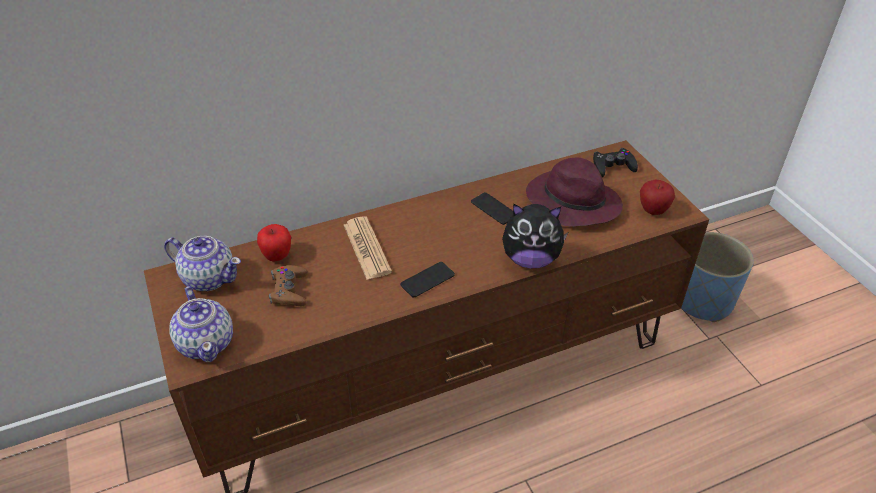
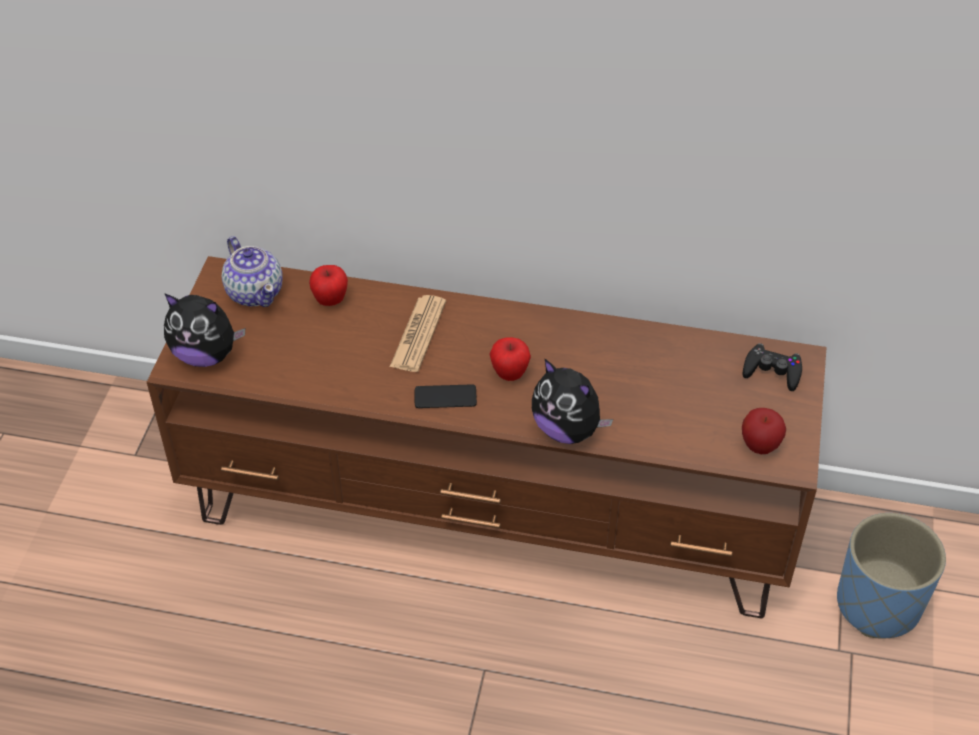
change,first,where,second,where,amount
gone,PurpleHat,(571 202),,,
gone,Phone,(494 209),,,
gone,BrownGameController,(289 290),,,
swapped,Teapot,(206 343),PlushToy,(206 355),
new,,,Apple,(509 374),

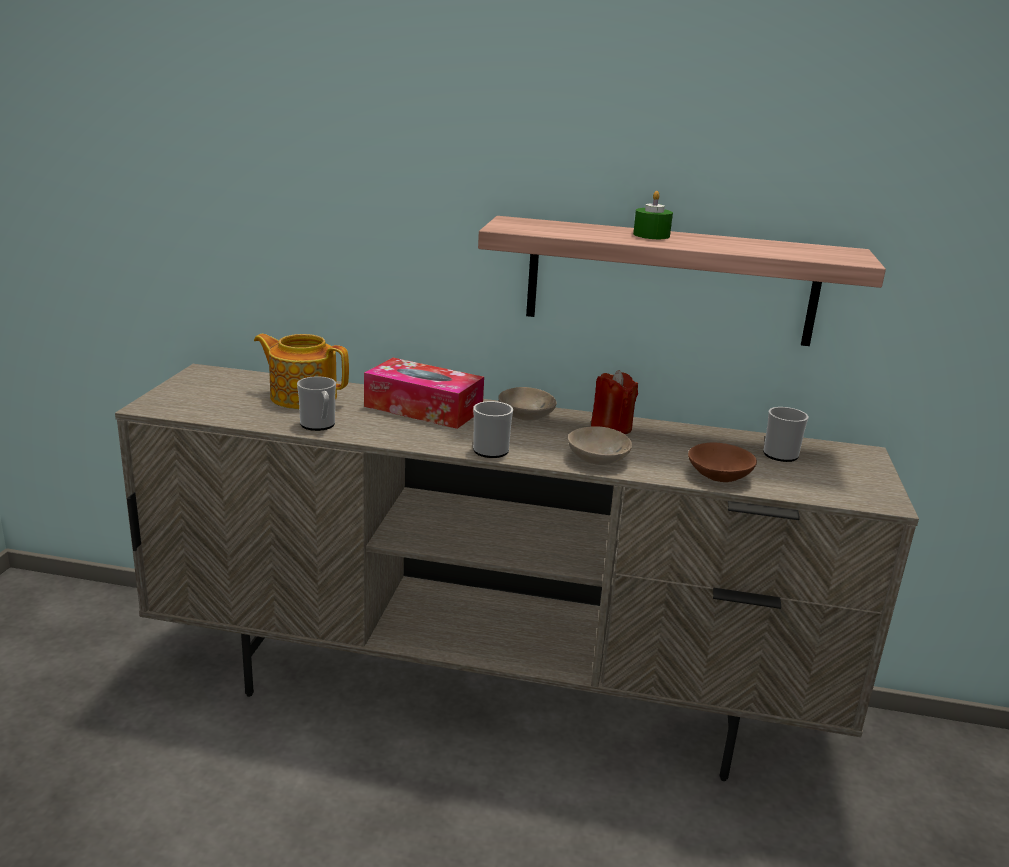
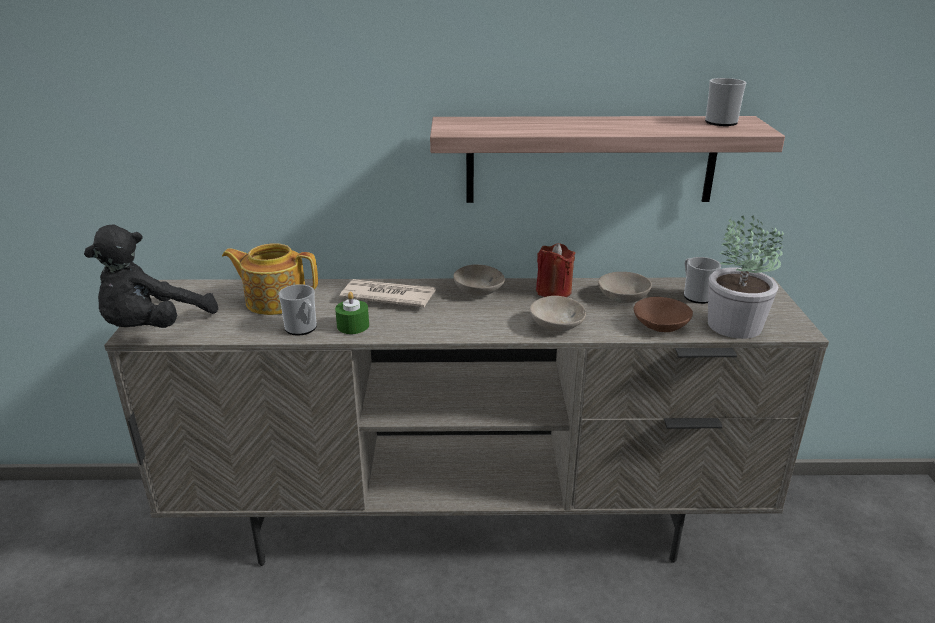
change,first,where,second,where,amount
shifted,GreenCandle,(651 235),,(353 326),
swapped,TissueBox,(423 408),Newspaper,(387 296),
shifted,Mug,(492 449),,(720 121),
new,,,PottedPlant,(734 326),
new,,,BlackPlushToy,(154 328),
new,,,BeigeBowl,(625 297),

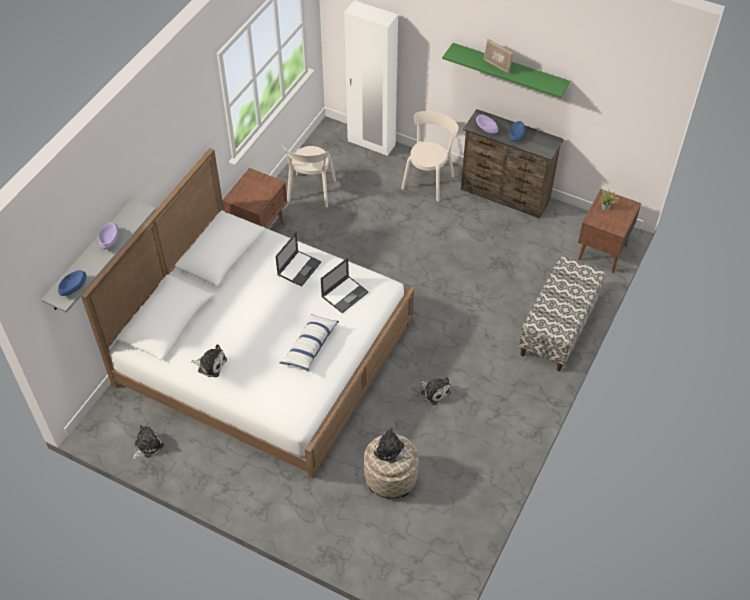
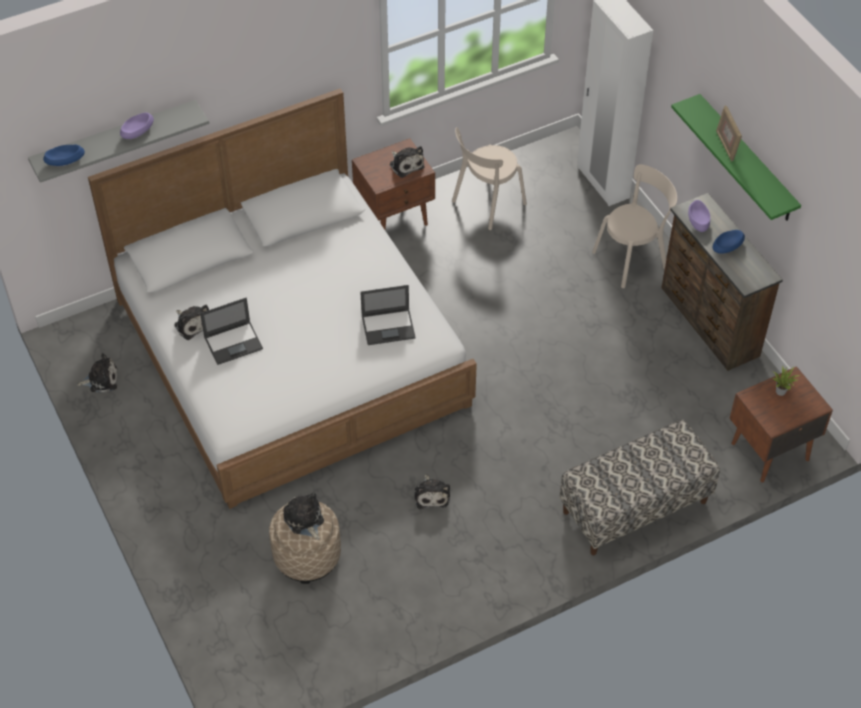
change,first,where,second,where,amount
shifted,Laptop,(299 268),,(234 342),
gone,Pillow,(310 346),,,
new,,,PlushToy,(406 164),

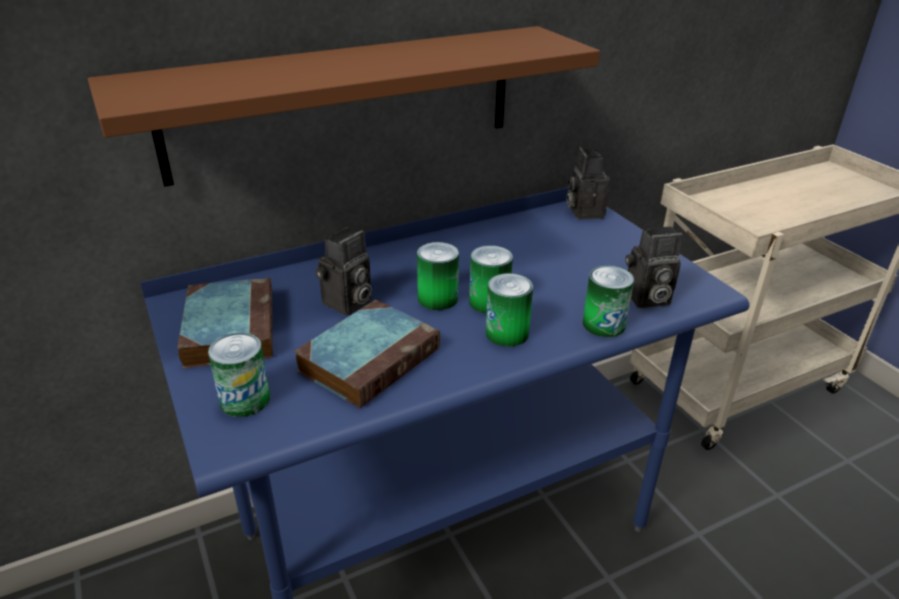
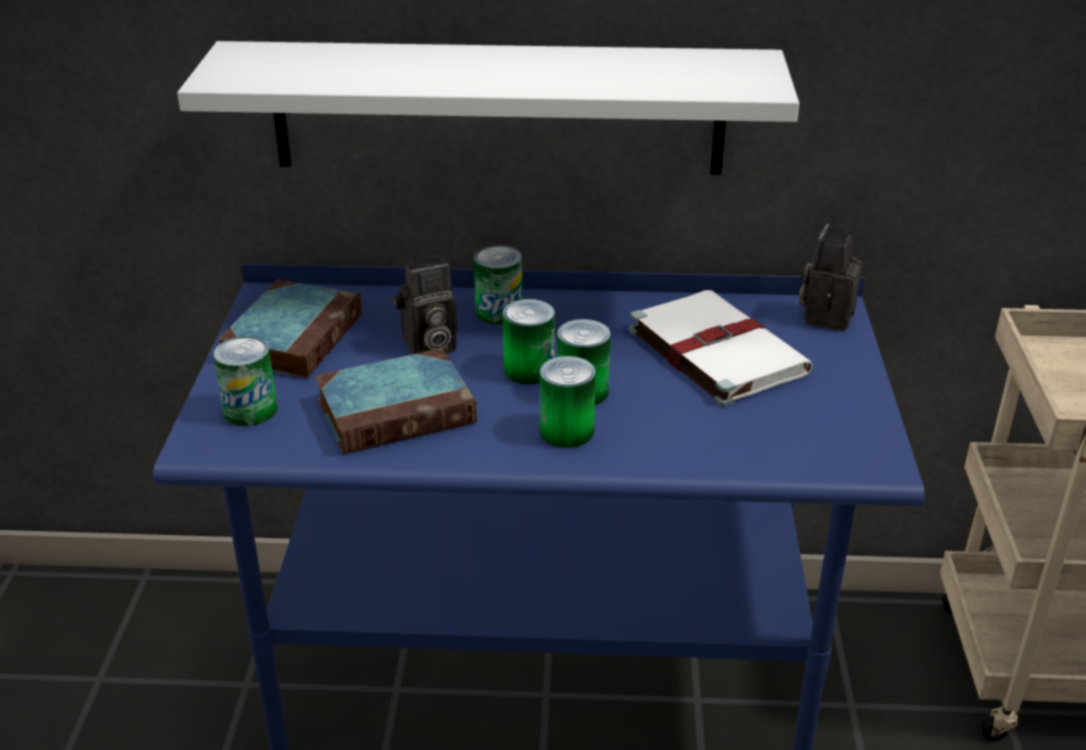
change,first,where,second,where,amount
repainted,BrownShelf,(345 102),WhiteShelf,(498 108),
gone,PhotoCamera,(646 299),,,
shifted,Can,(603 324),,(499 312),
new,,,WhiteBook,(714 350),

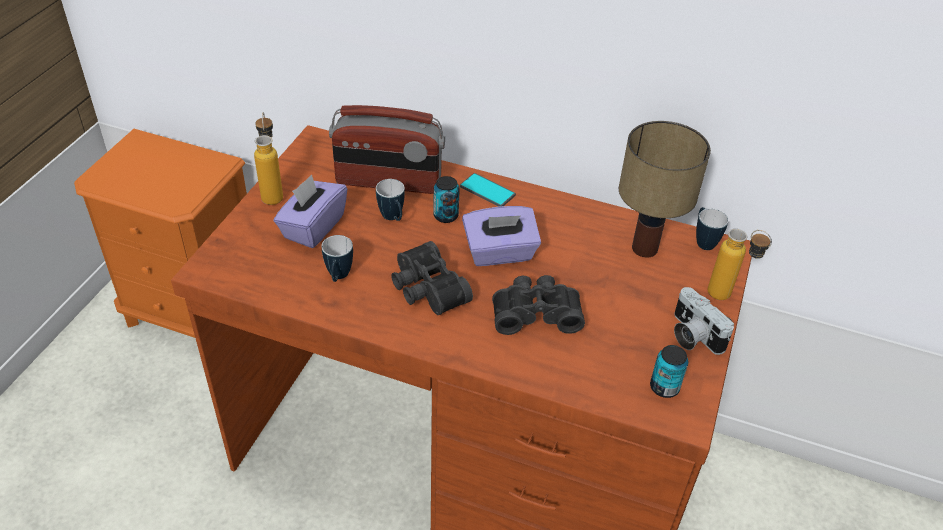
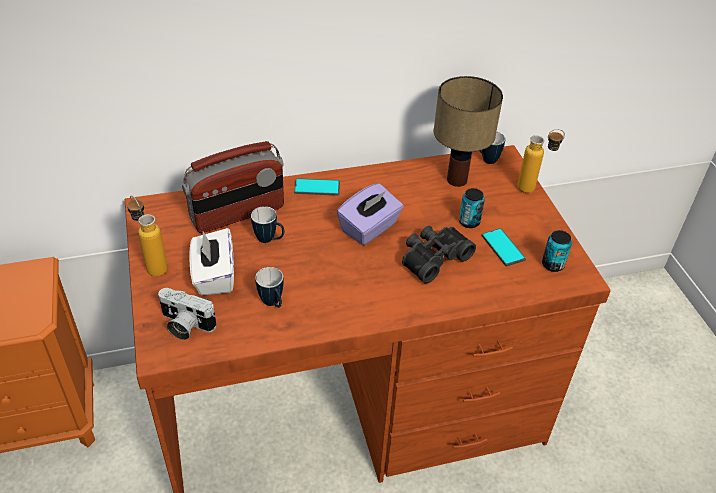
change,first,where,second,where,amount
repainted,PurpleTissueBox,(313 227),WhiteTissueBox,(214 276),
shifted,Can,(446 216),,(469 222),
gone,BlackBinoculars,(426 289),,,
shifted,PhotoCamera,(692 335),,(185 325),
new,,,Phone,(503 247),

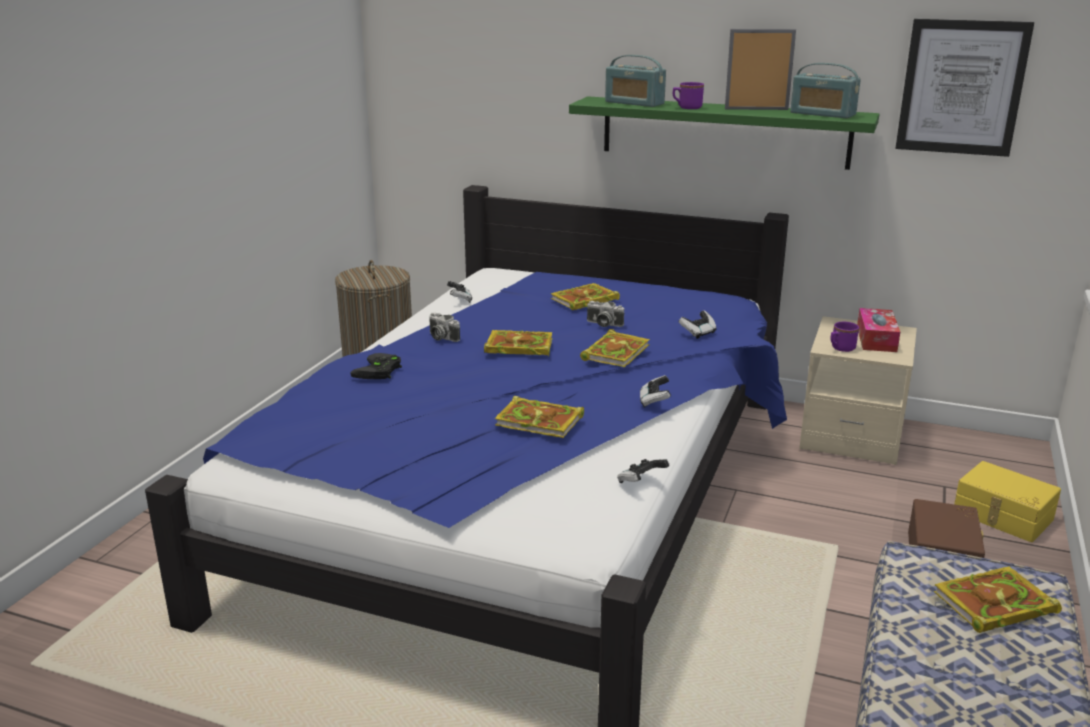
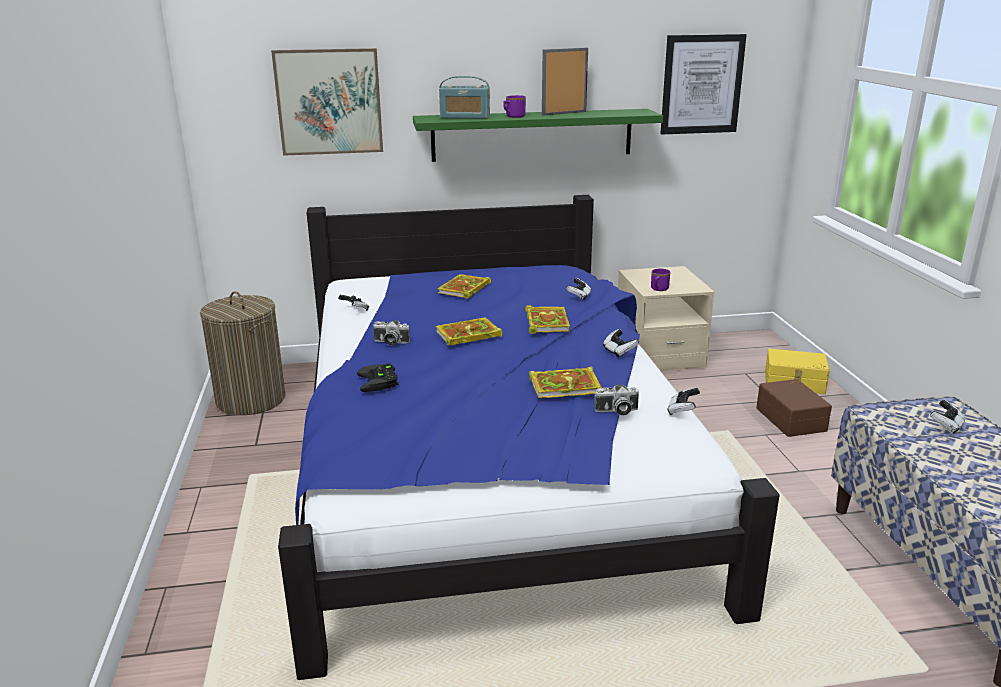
change,first,where,second,where,amount
gone,Radio,(822 114),,,
shifted,PhotoCamera,(603 324),,(616 411),
gone,TissueBox,(876 339),,,
swapped,Book,(993 606),GameController,(946 425),
new,,,Picture,(329 102),

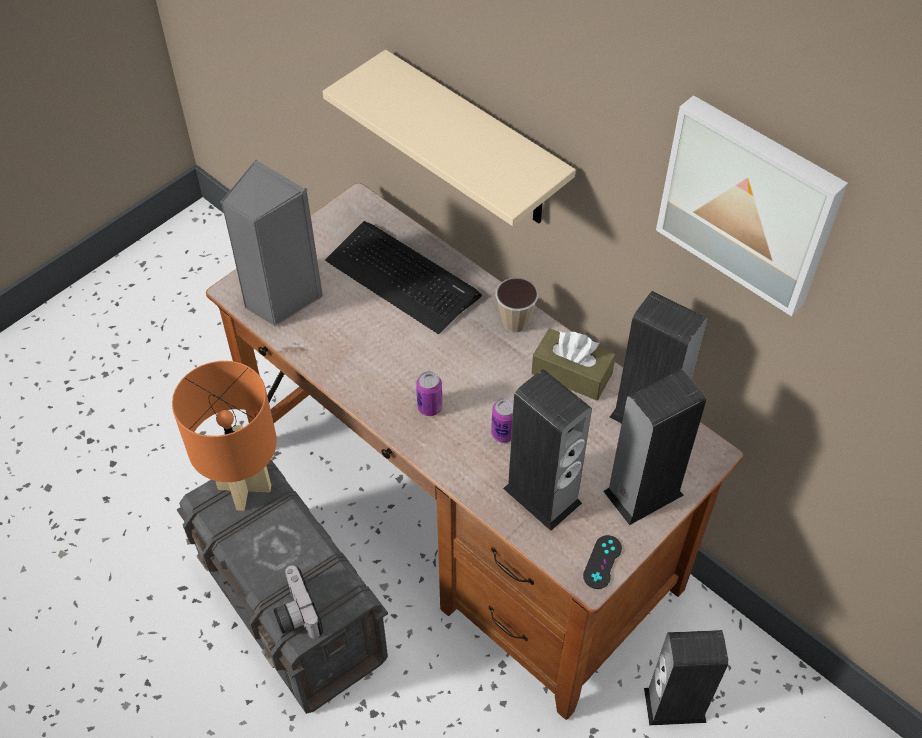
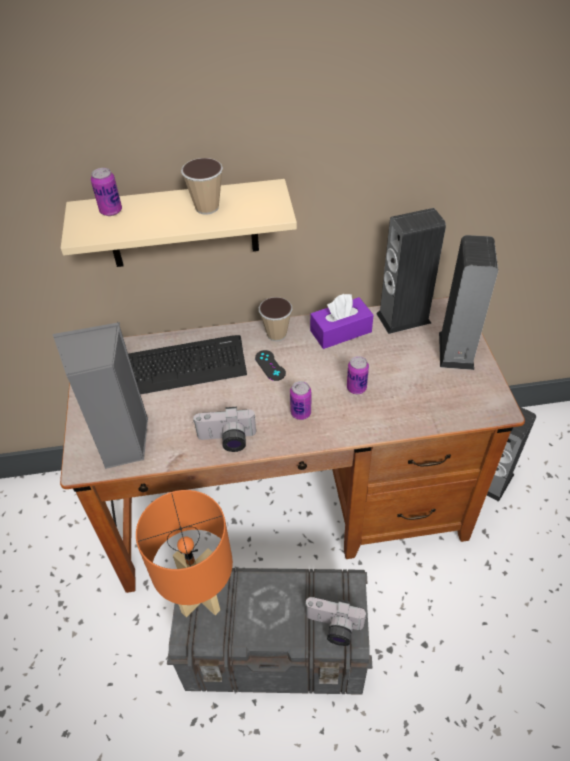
change,first,where,second,where,amount
gone,Picture,(750 202),,,
repainted,BrownTissueBox,(571 373),PurpleTissueBox,(341 331),
gone,Speaker,(542 495),,,
shifted,BlackGameController,(602 562),,(270 365),
new,,,Cup,(207 207),
new,,,Can,(111 211),
new,,,PhotoCamera,(227 440),

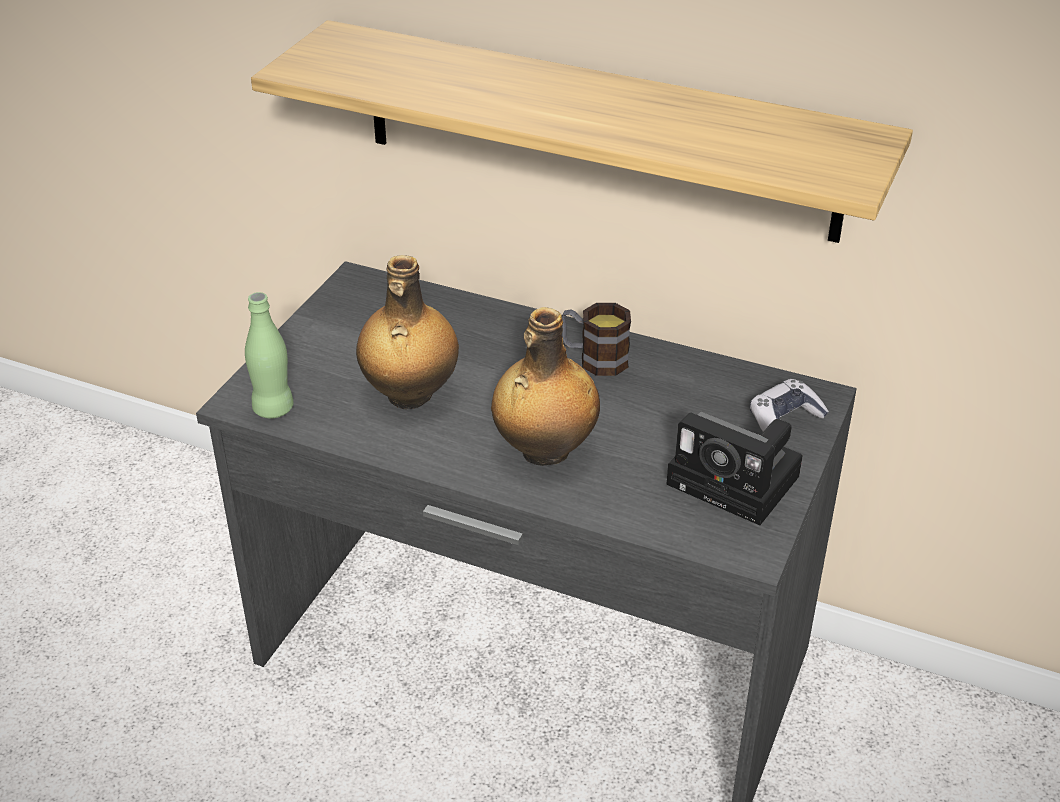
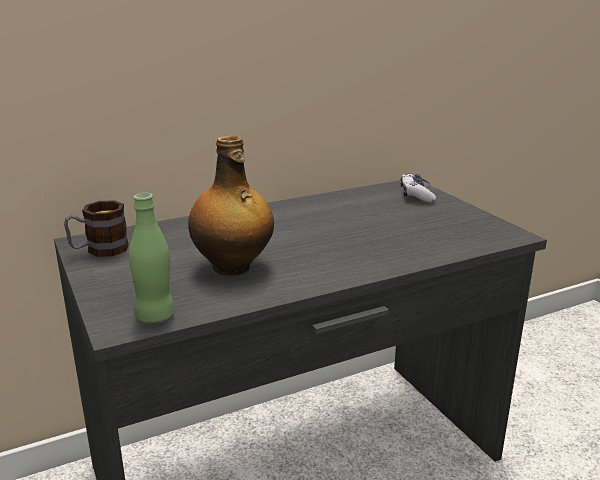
change,first,where,second,where,amount
gone,Shelf,(597 131),,,
shifted,Mug,(594 359),,(99 250),
gone,Bottle,(544 451),,,
gone,PhotoCamera,(738 482),,,

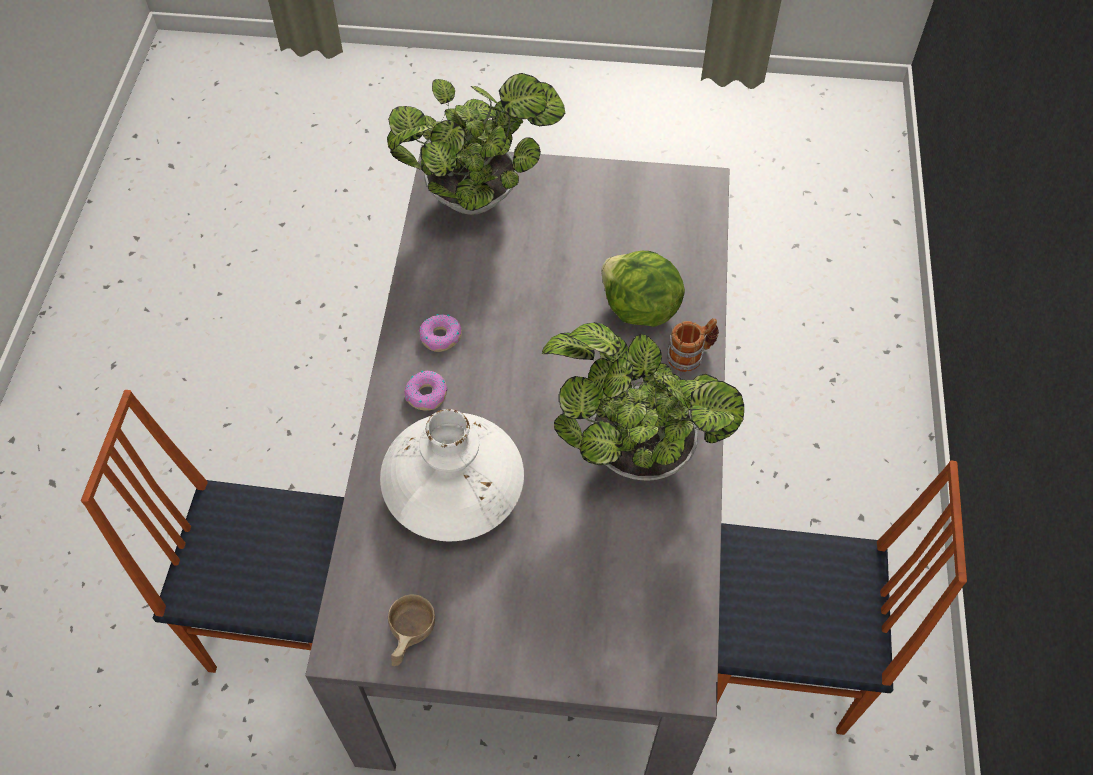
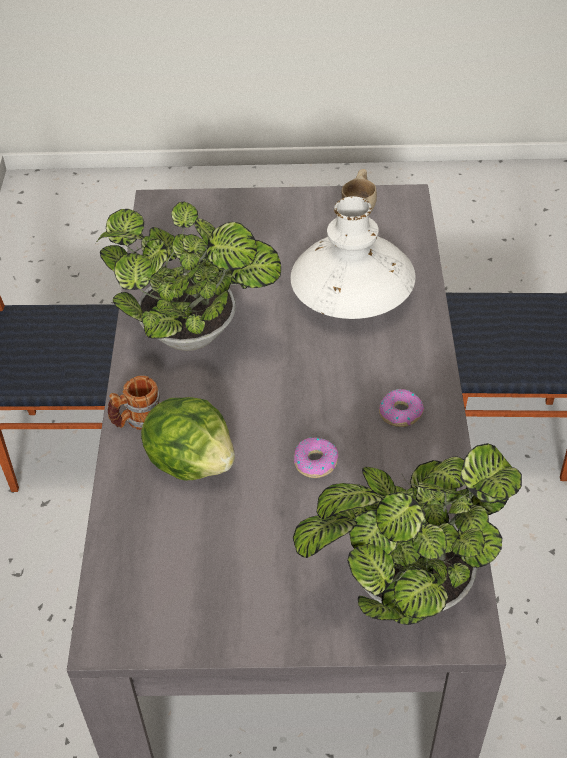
change,first,where,second,where,amount
shifted,Donut,(427 394),,(315 462),

